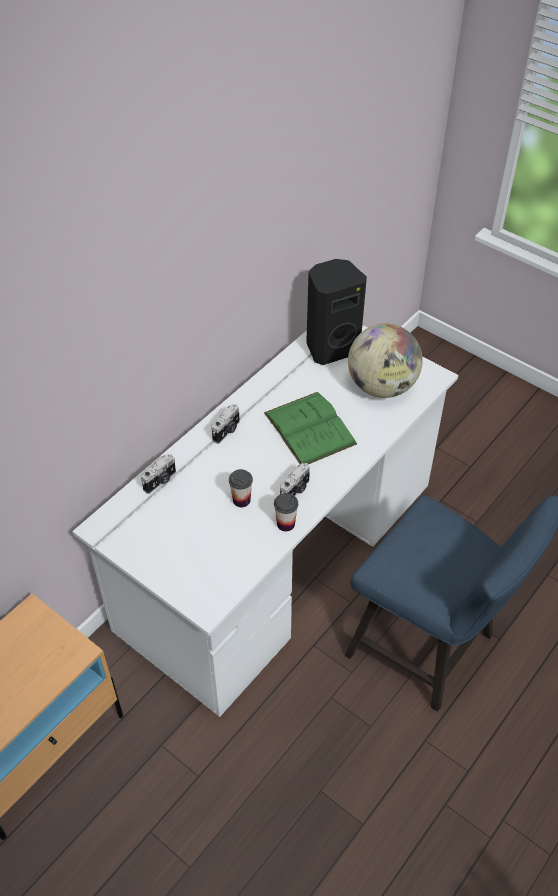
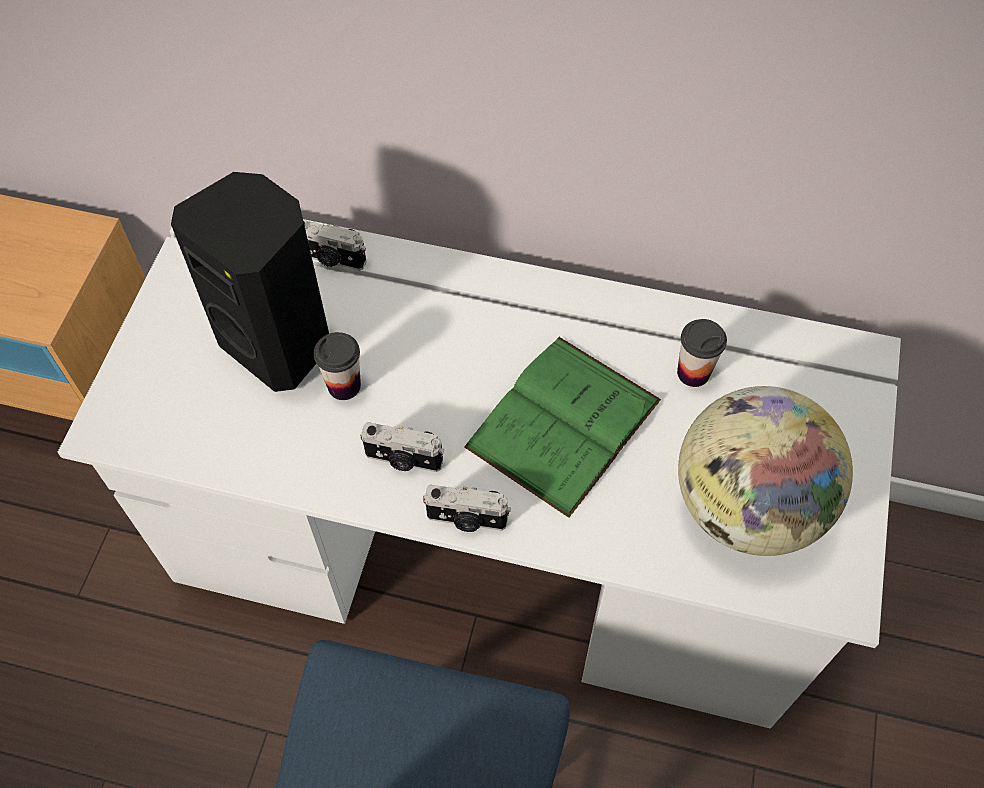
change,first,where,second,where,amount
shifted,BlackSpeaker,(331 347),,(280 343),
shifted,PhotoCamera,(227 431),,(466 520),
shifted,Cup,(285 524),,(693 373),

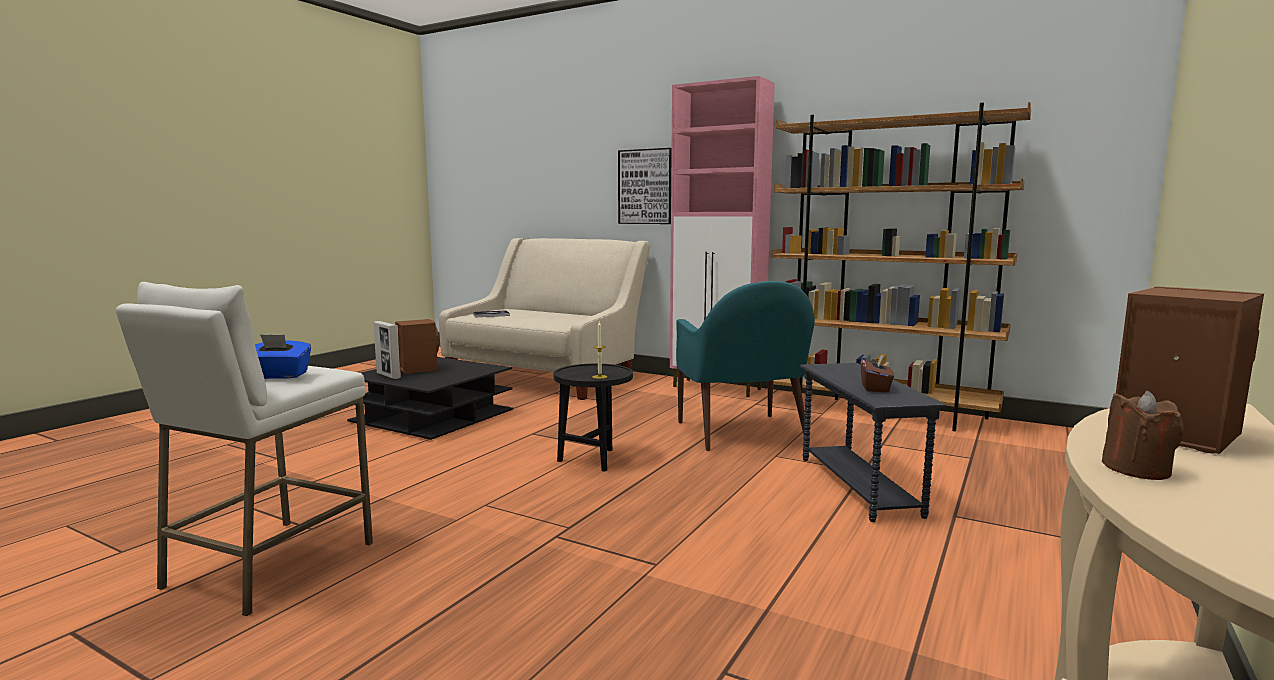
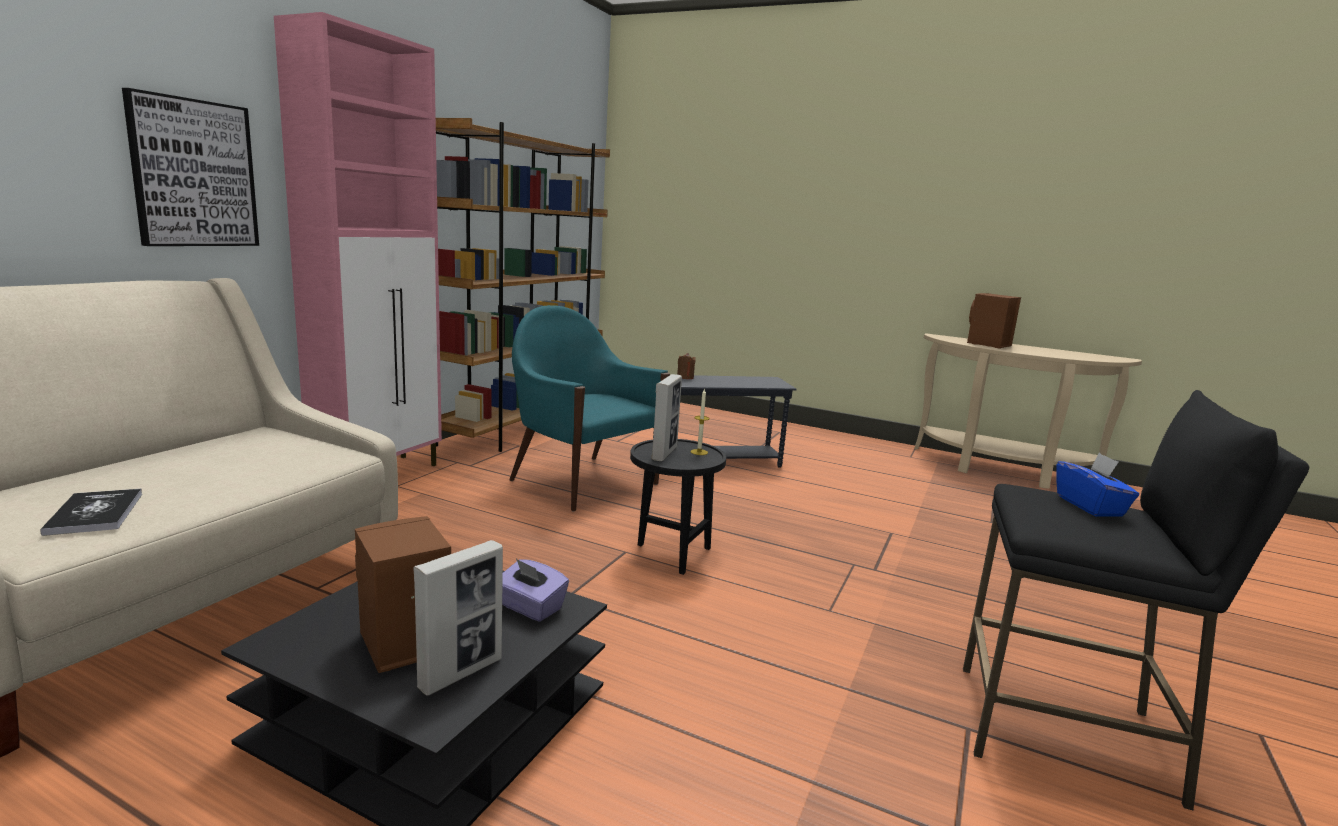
change,first,where,second,where,amount
rotated,TurquoiseArmchair,(742 433),,(582 481),120 degrees counterclockwise
repainted,WhiteStool,(269 565),BlackStool,(1065 732),
gone,BrownTissueBox,(875 388),,,
shifted,BrownCandle,(1136 469),,(685 377),
new,,,PictureFrame,(664 453),
new,,,PurpleTissueBox,(530 607),

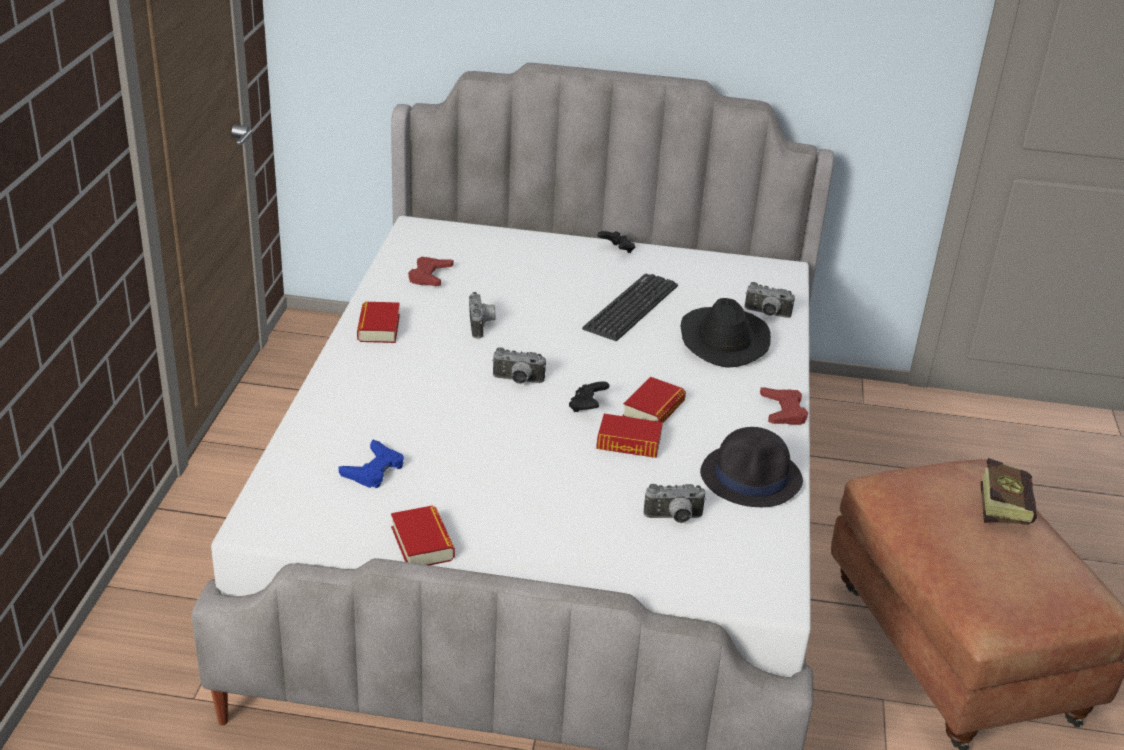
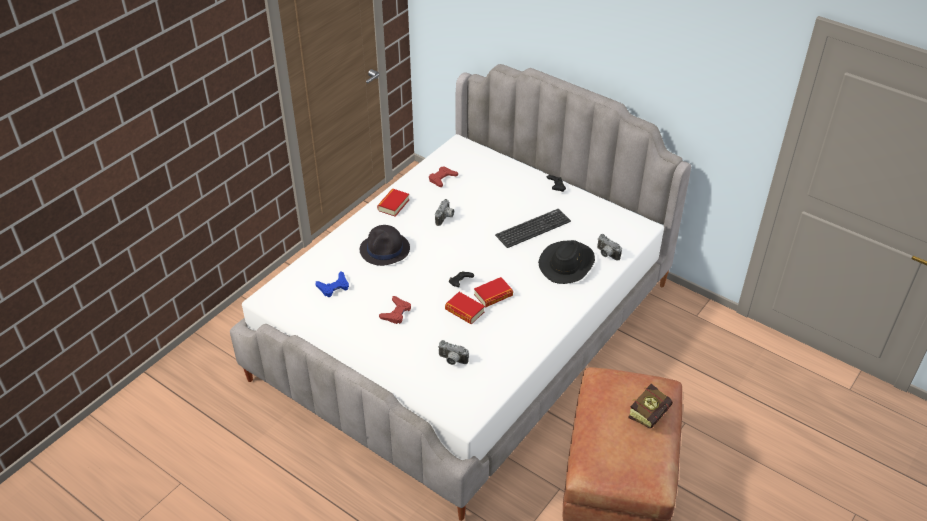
change,first,where,second,where,amount
gone,PhotoCamera,(517 381),,,
shifted,RedGameController,(783 411),,(396 313),
shifted,BlackHat,(752 477),,(385 249),
gone,Book,(422 543),,,

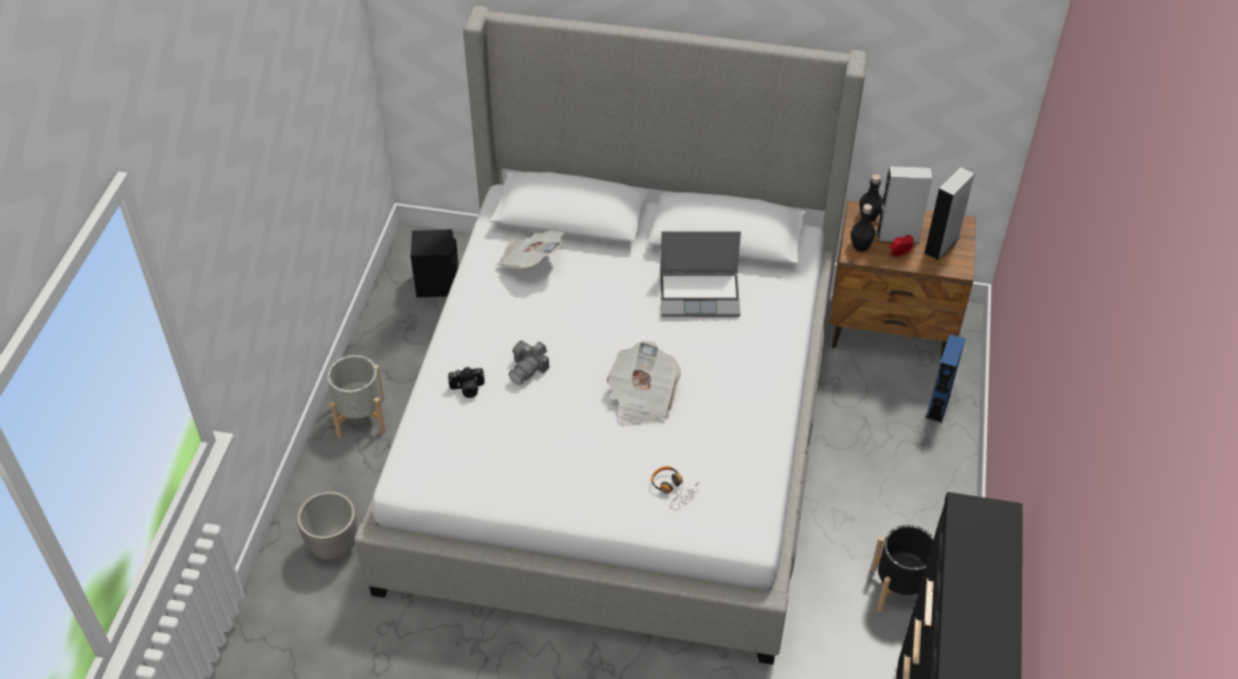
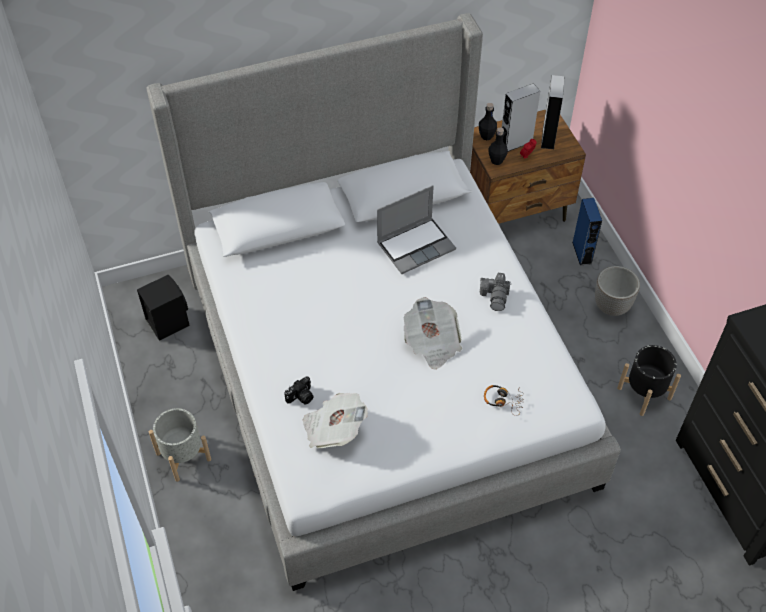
change,first,where,second,where,amount
shifted,Newspaper,(530 262),,(333 429),
shifted,PhotoCamera,(528 369),,(495 296),
shifted,Planter,(334 546),,(611 306),

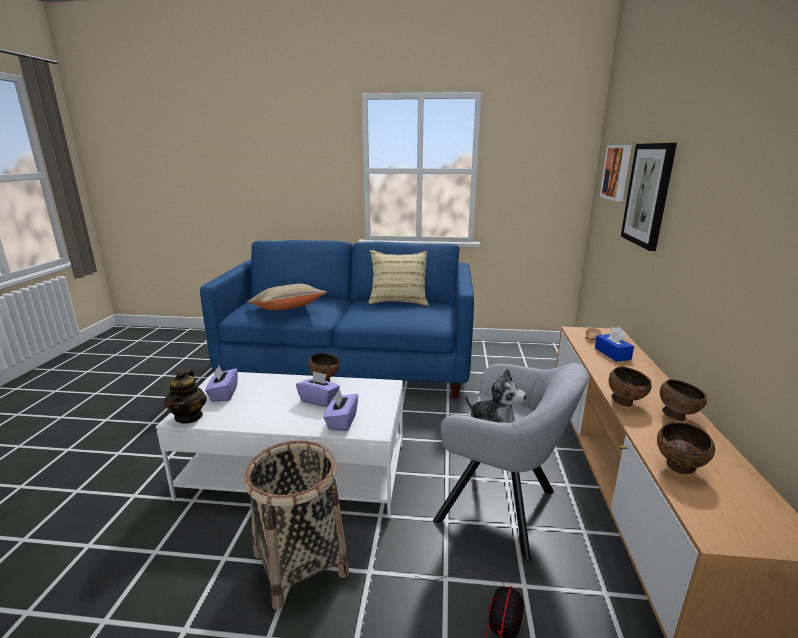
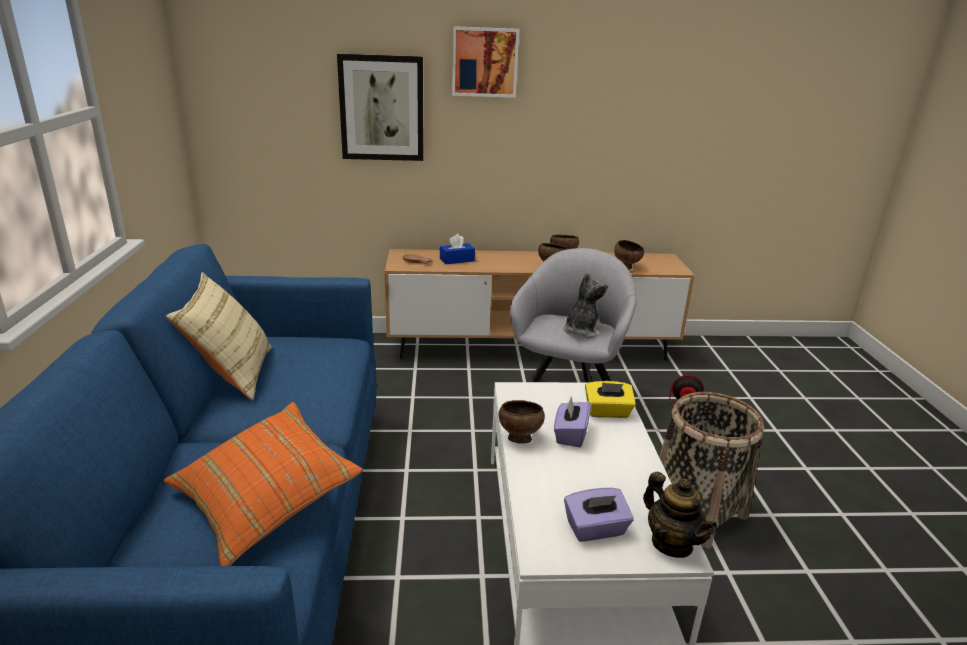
change,first,where,second,where,amount
shifted,Picture,(617 172),,(484 62),
repainted,BeigePillow,(287 309),OrangePillow,(265 501),
rotated,Teapot,(189 416),,(671 543),75 degrees clockwise
repainted,PurpleTissueBox,(341 421),YellowTissueBox,(607 412),

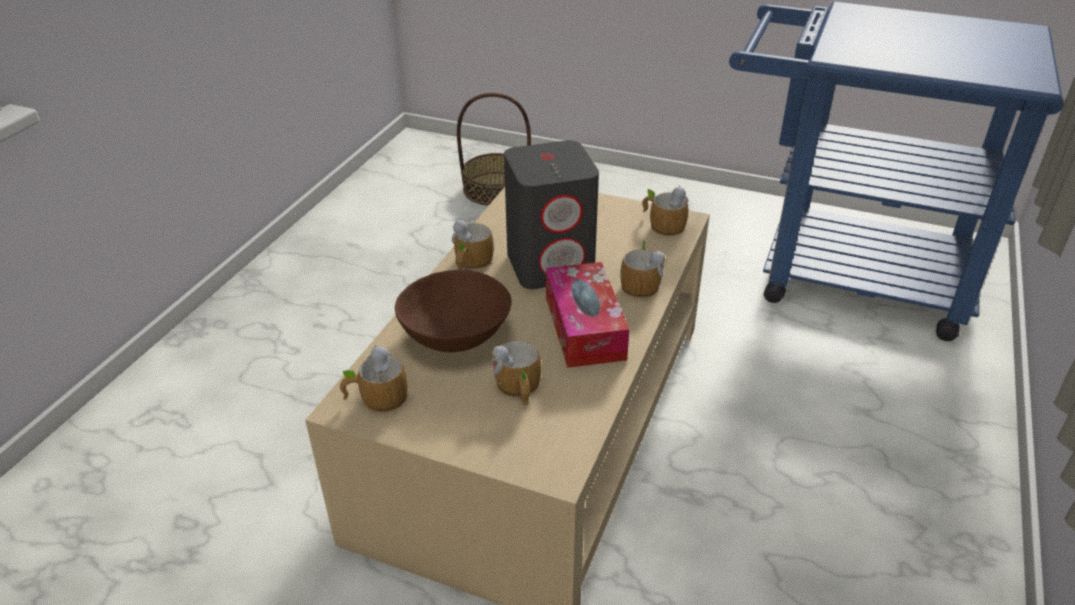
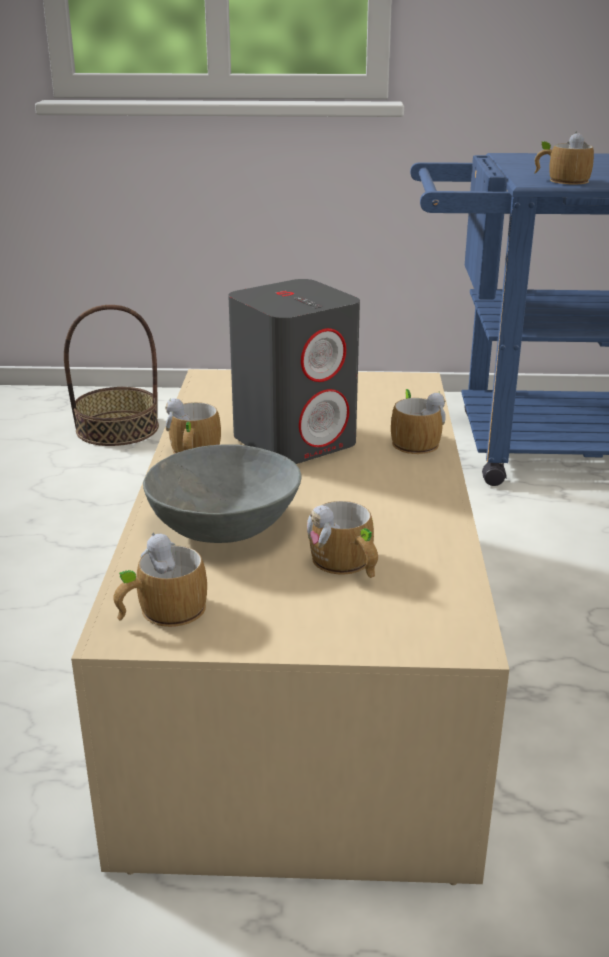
change,first,where,second,where,amount
shifted,Mug,(662 224),,(561 180),
gone,TissueBox,(584 327),,,
repainted,BrownBowl,(456 335),GreyBowl,(226 526),

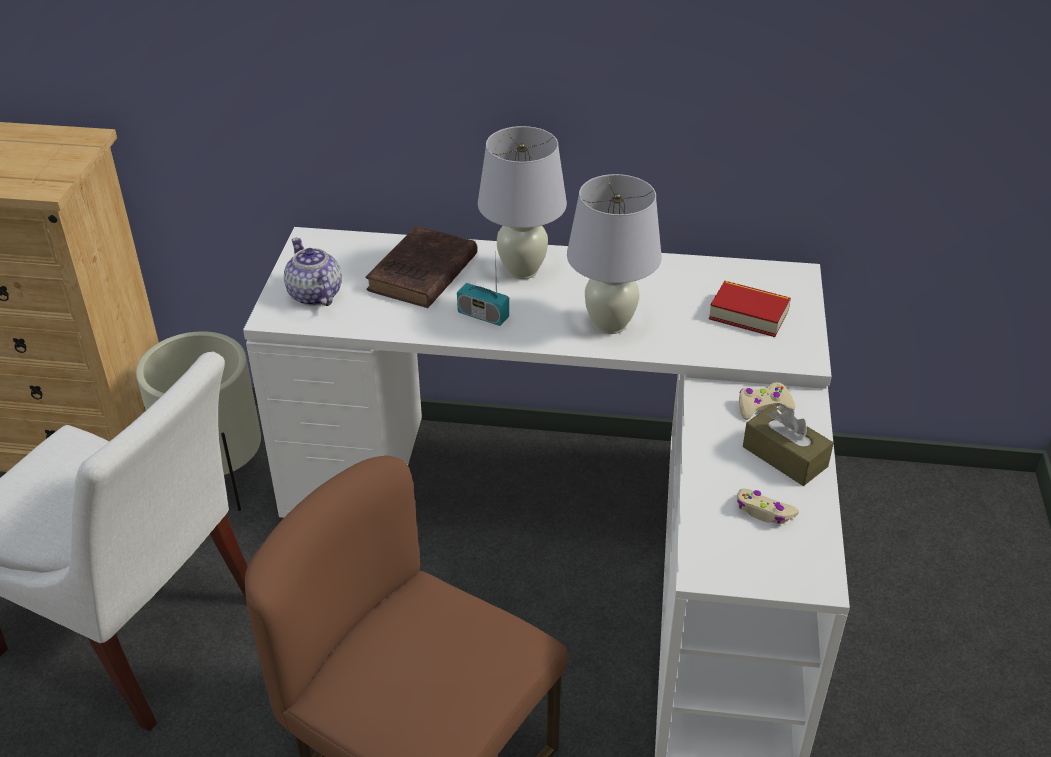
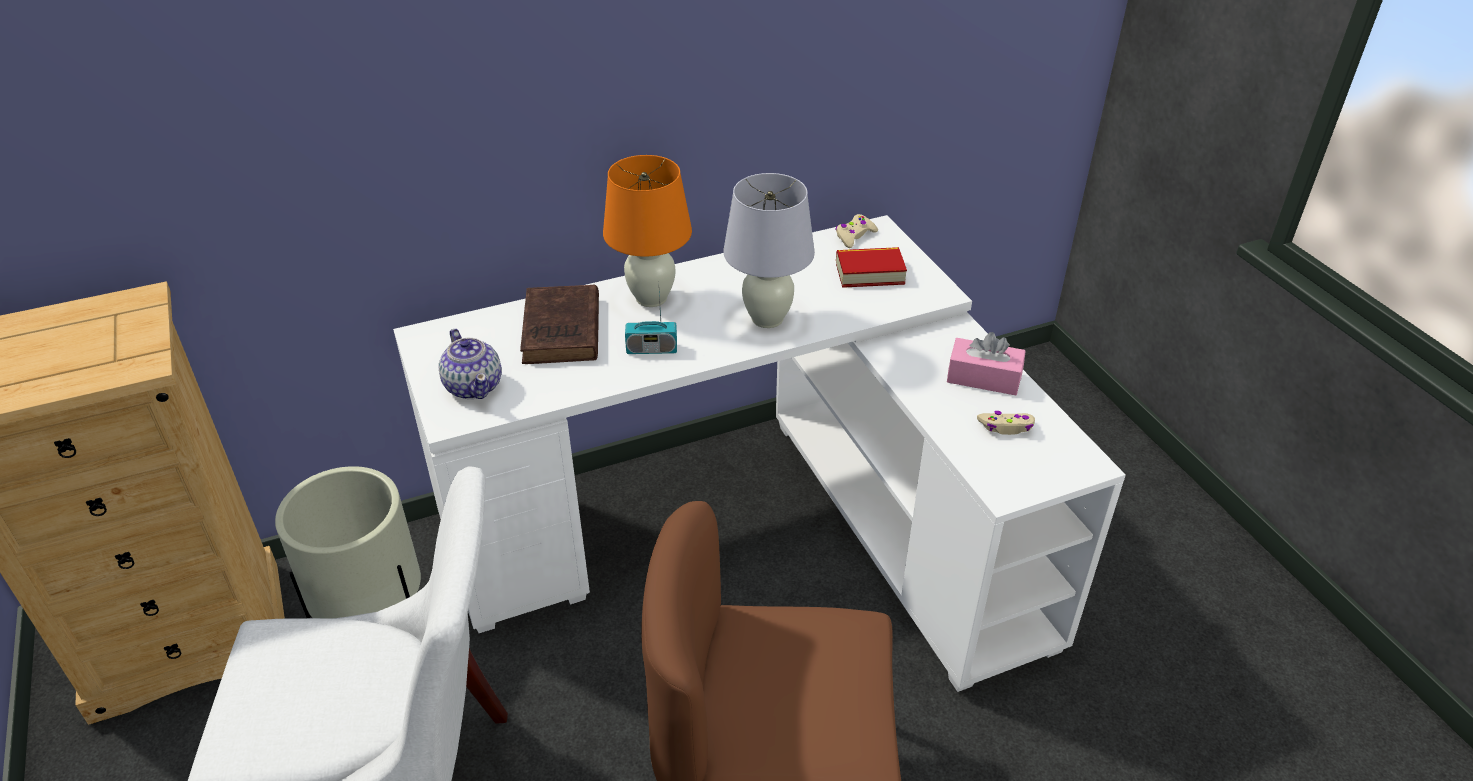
change,first,where,second,where,amount
repainted,WhiteTableLamp,(522 270),OrangeTableLamp,(651 298),
rotated,Teapot,(314 295),,(474 386),150 degrees counterclockwise
shifted,BeigeGameController,(763 406),,(854 236),
repainted,BrownTissueBox,(784 457),PinkTissueBox,(983 378),

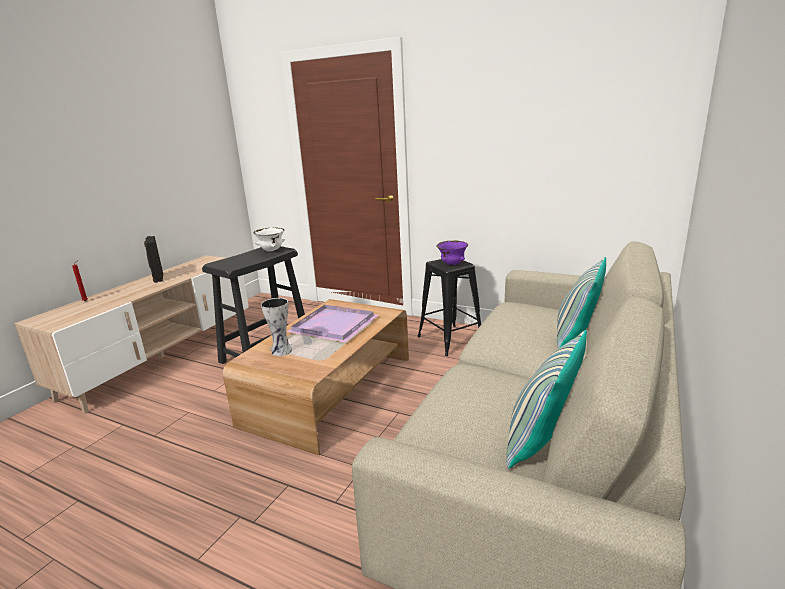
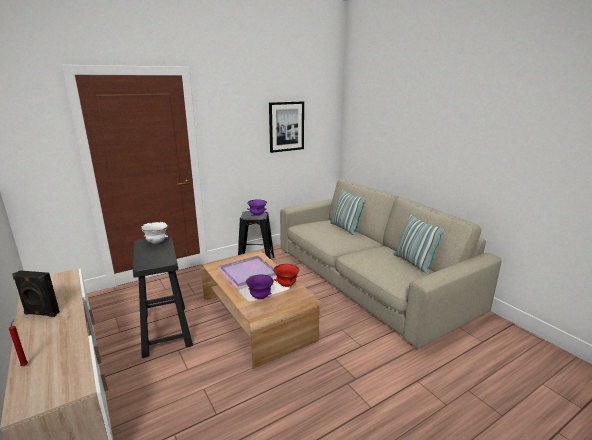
change,first,where,second,where,amount
swapped,Vase,(282 351),PurpleBowl,(260 297),
new,,,Picture,(286 126),
new,,,RedBowl,(286 285),

